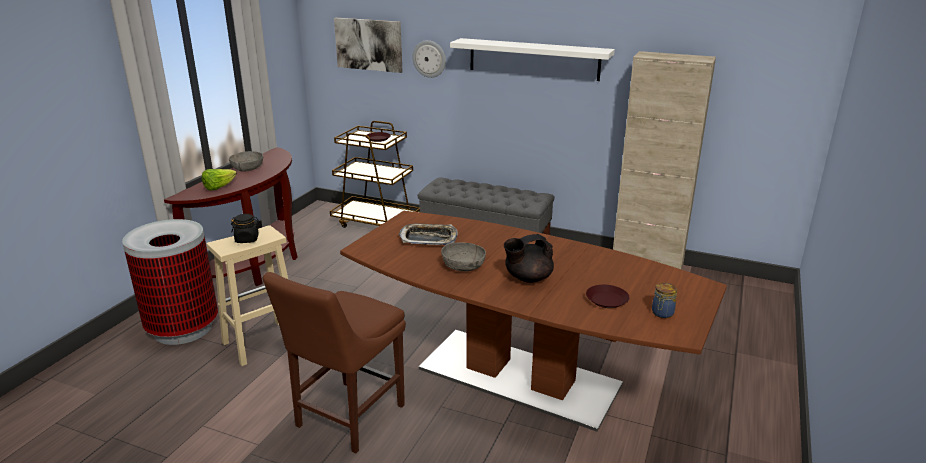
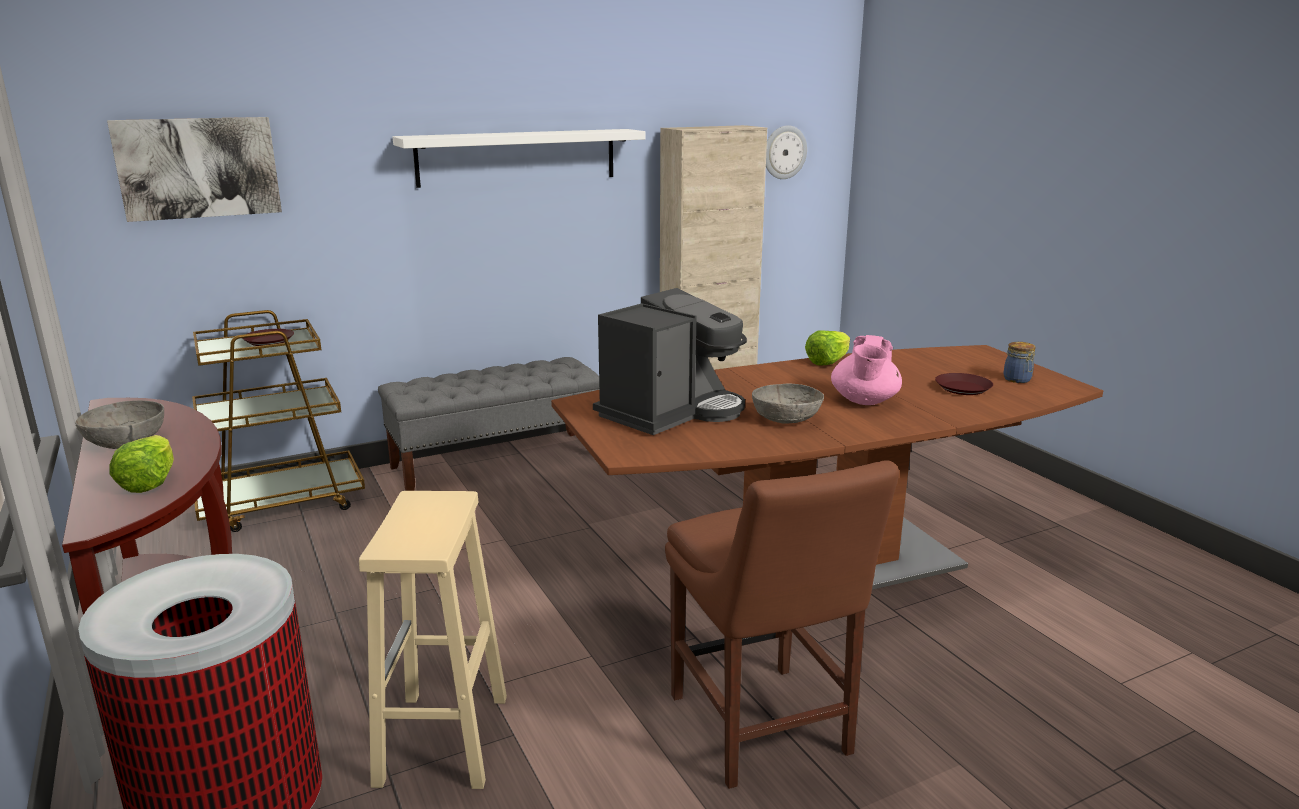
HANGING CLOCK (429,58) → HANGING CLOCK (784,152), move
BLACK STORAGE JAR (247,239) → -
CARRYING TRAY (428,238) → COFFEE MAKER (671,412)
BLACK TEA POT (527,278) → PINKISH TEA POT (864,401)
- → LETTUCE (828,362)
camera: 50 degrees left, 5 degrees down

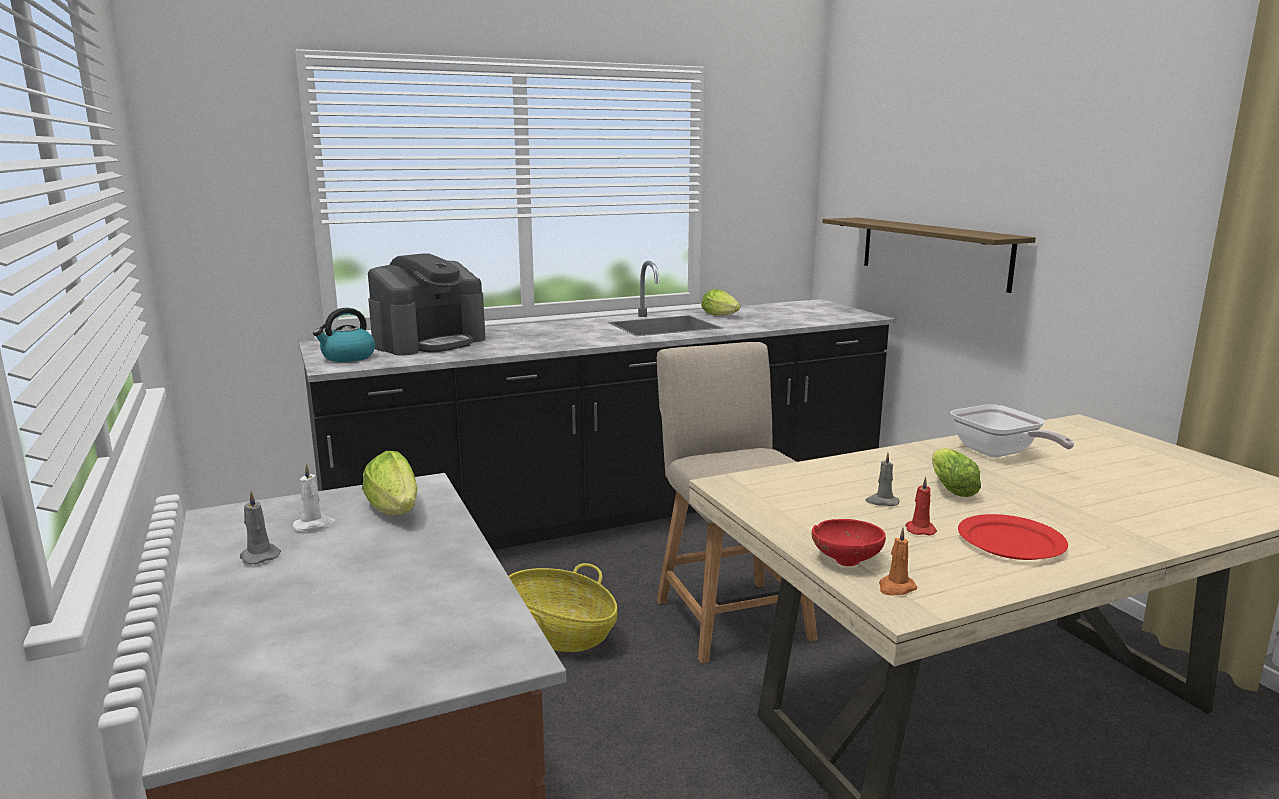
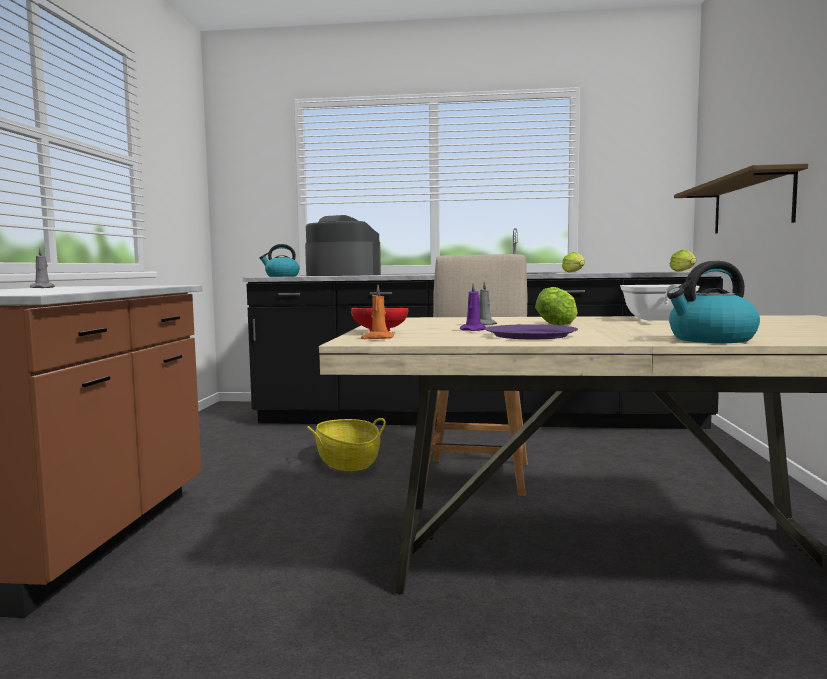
COFFEE MAKER (429,342) → COFFEE MAKER (342,275), 135 degrees counterclockwise
LETTUCE (395,510) → LETTUCE (684,271), move
WHITE WAX CANDLE (315,525) → -
REDDISH WAX CANDLE (919,529) → PURPLE WAX CANDLE (474,330)
REDDISH PLATE (1011,542) → PURPLE PLATE (530,335)
- → WATER KETTLE (711,339)
camera: 30 degrees right, 10 degrees down

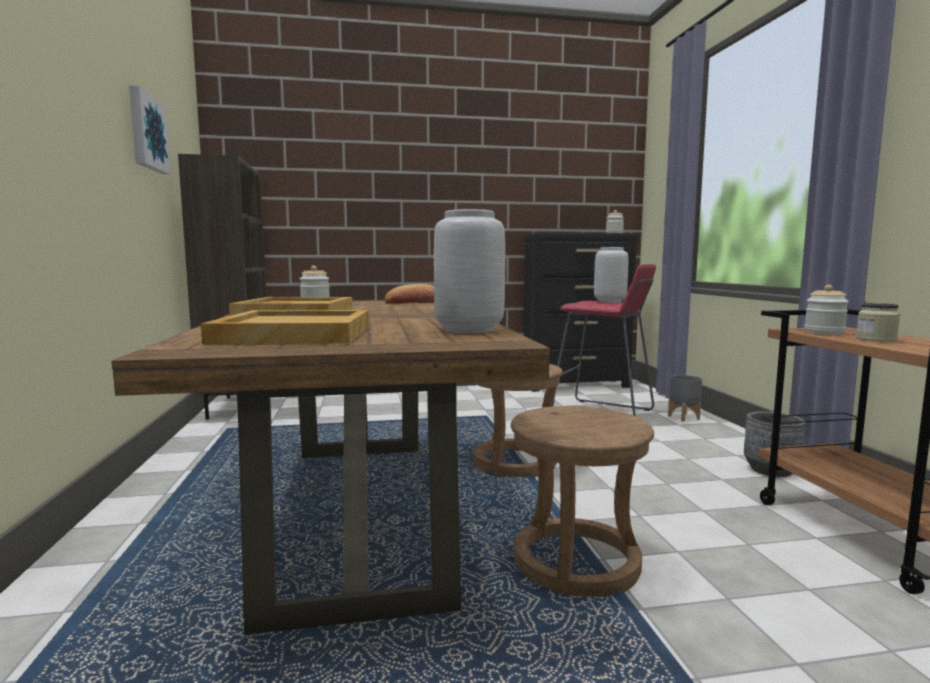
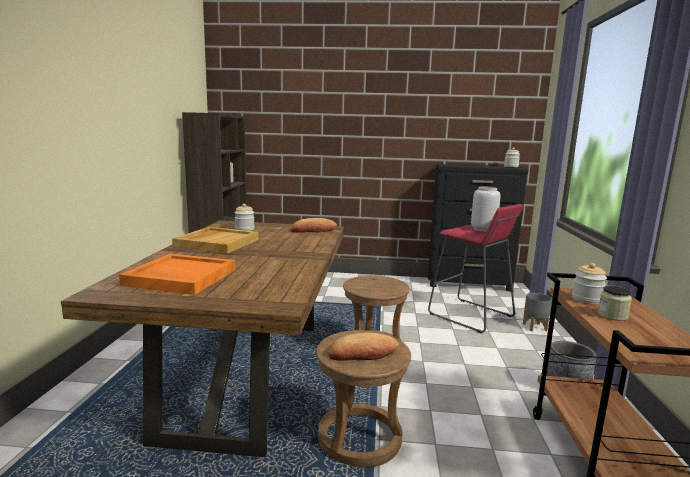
WALL PICTURE (146,132) → -
GRAY DECORATIVE VASE (468,330) → -
BEIGE CARRYING TRAY (293,334) → ORANGE-COLOURED CARRYING TRAY (180,277)
- → BAKED BREAD (362,353)
camera: 15 degrees right, 5 degrees up

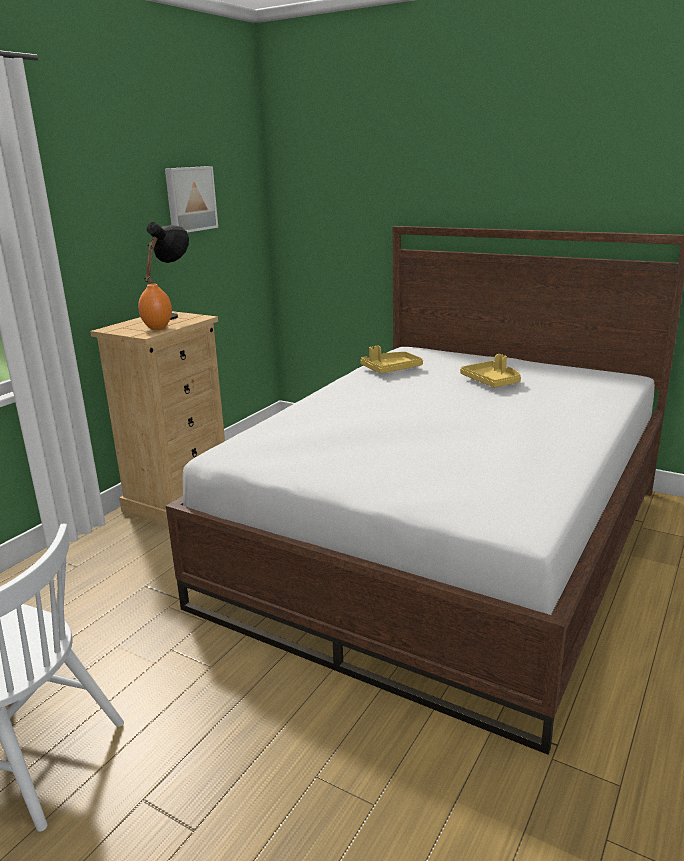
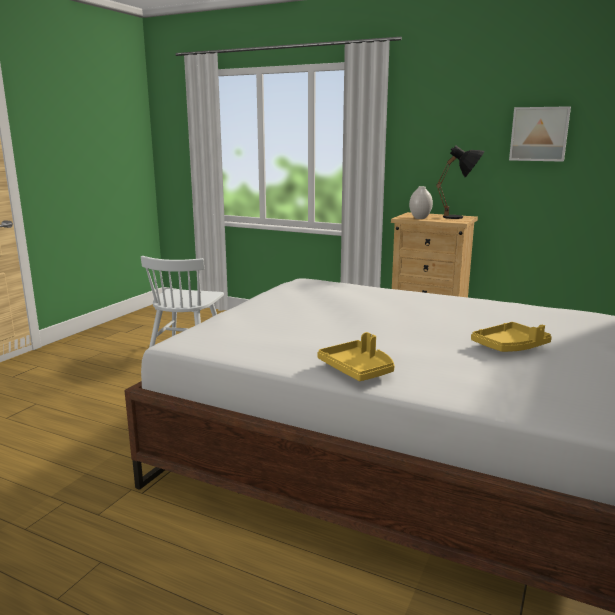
ORANGE-COLOURED DECORATIVE VASE (158,328) → WHITE DECORATIVE VASE (420,218)
YELLOW CARRYING TRAY (391,369) → YELLOW CARRYING TRAY (358,370), move
camera: 85 degrees right, 5 degrees down

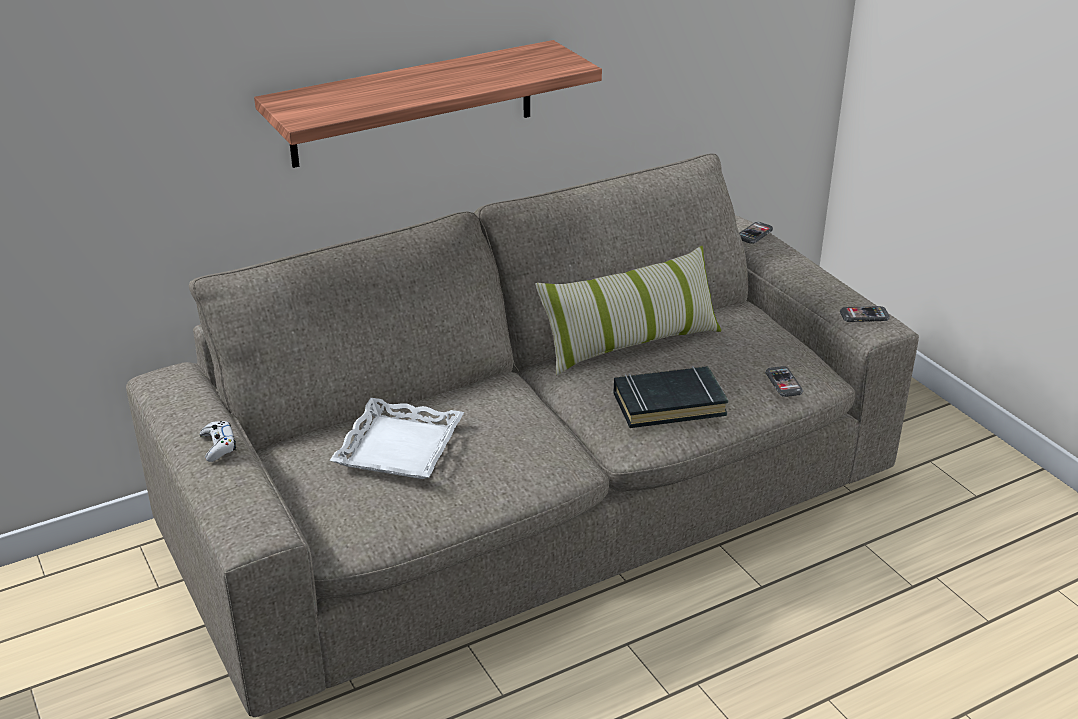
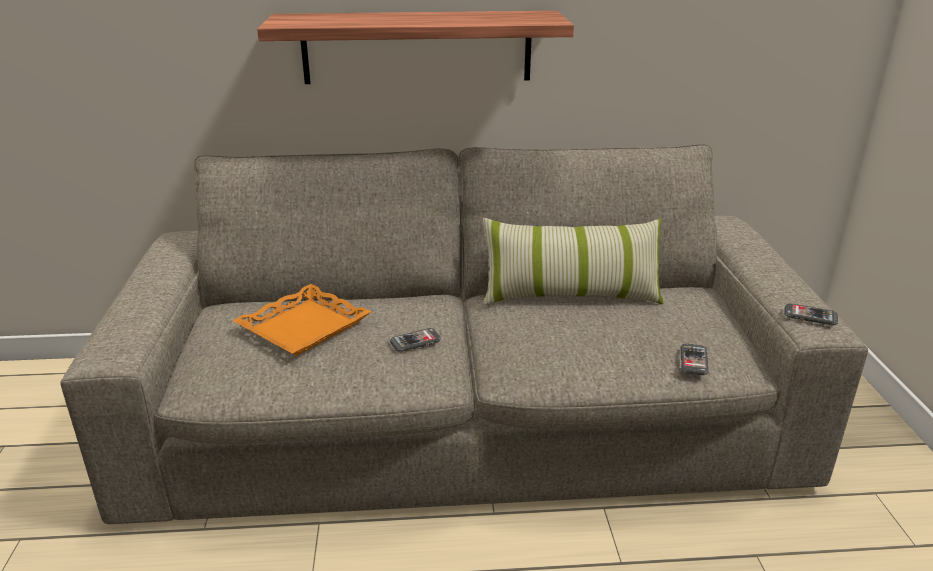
HANDSET (754,234) → HANDSET (415,341), move
BLACK VOLUME (668,403) → -
WHITE CARRYING TRAY (398,447) → ORANGE-COLOURED CARRYING TRAY (303,327)
WHITE GAMEPAD (218,446) → -
camera: 25 degrees right, 5 degrees down

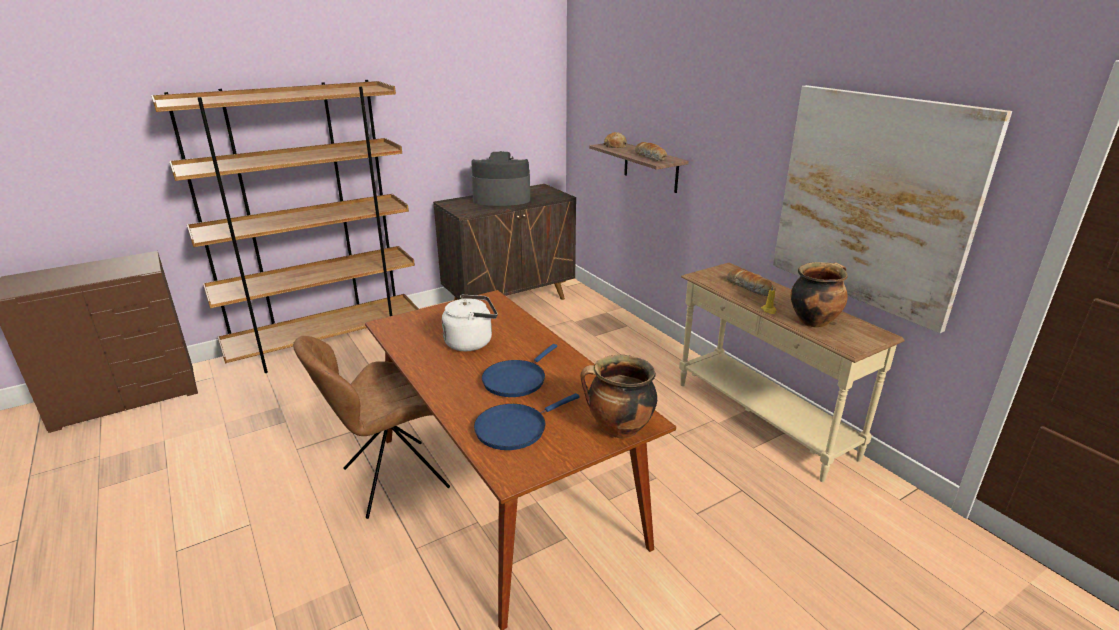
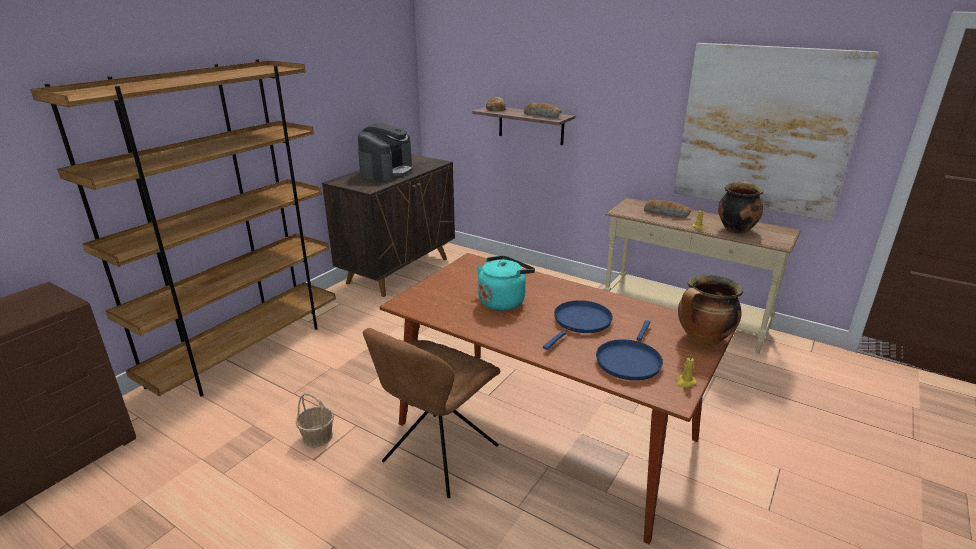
COFFEE MAKER (501,198) → COFFEE MAKER (387,171), 135 degrees clockwise
WHITE WATER KETTLE (471,342) → BLUE-GREEN WATER KETTLE (503,301)
BLUE PAN (516,380) → BLUE PAN (580,322), 150 degrees counterclockwise
- → YELLOW WAX CANDLE (685,382)
- → HOUSEHOLD BASKET (317,436)
camera: 25 degrees left, 0 degrees up

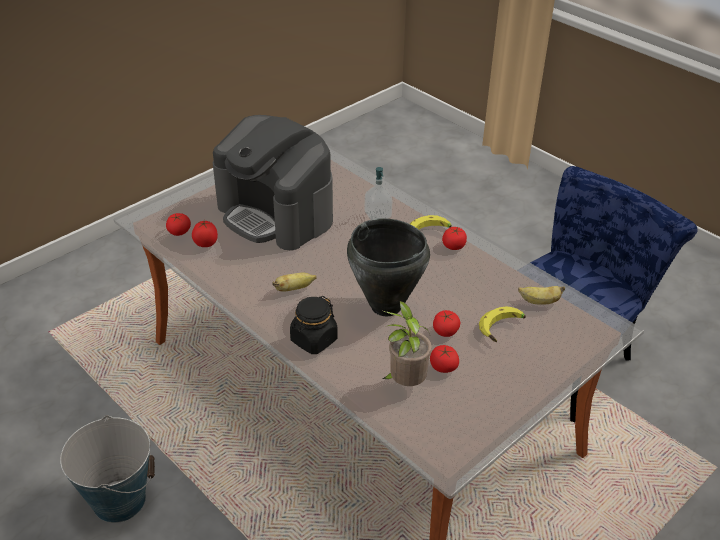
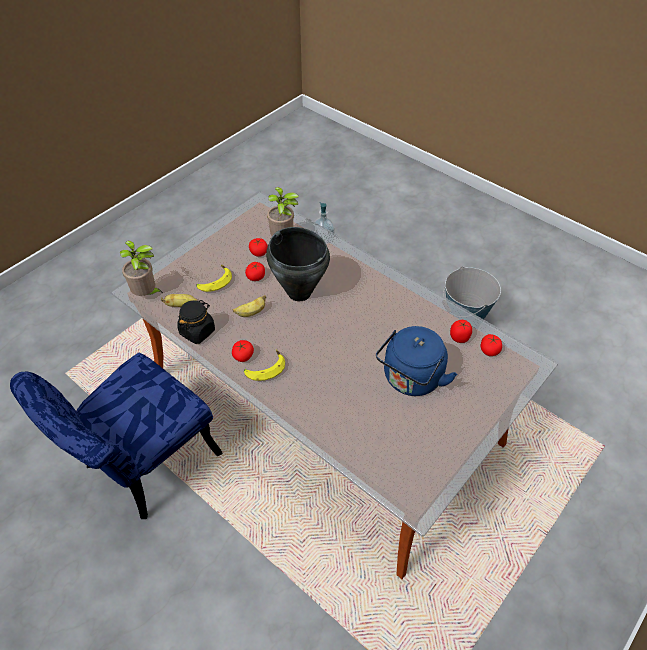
COFFEE MAKER (276,214) → BLUE WATER KETTLE (411,380)
SOAP BOTTLE (378,215) → SOAP BOTTLE (323,239), move
BANANA (294,289) → BANANA (251,313), move
BLACK STORAGE JAR (313,340) → BLACK STORAGE JAR (197,331), move
- → PLANT IN A POT (147,294)
camera: 175 degrees right, 10 degrees up

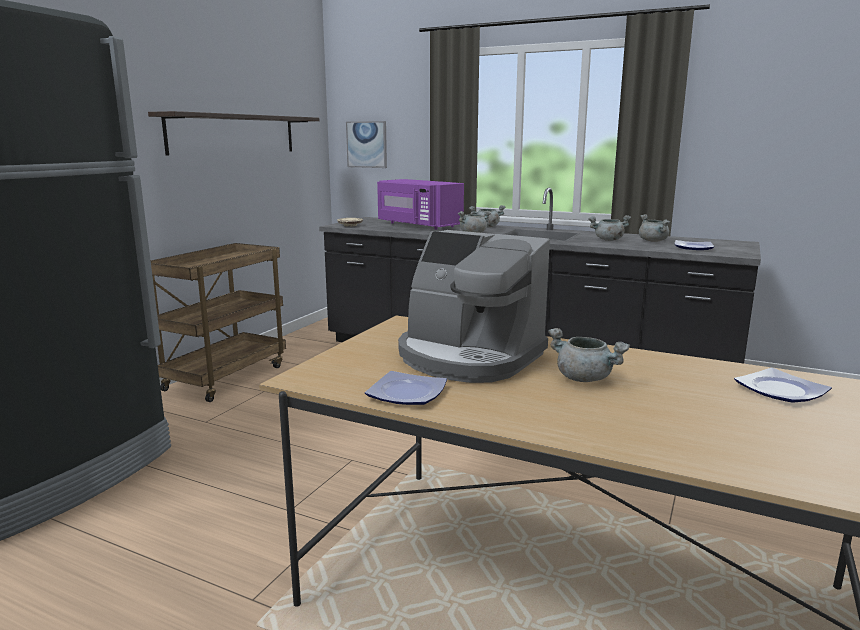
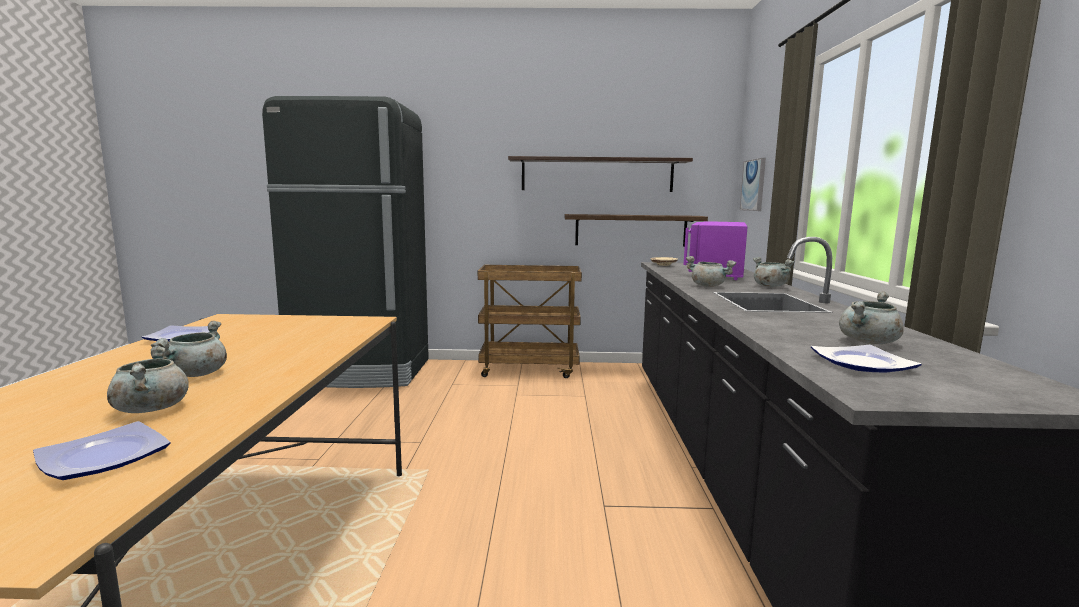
GRAY STOCKPOT (608,240) → GRAY STOCKPOT (150,408), move
COFFEE MAKER (468,357) → -
- → BRACKET SHELF (630,230)
camera: 65 degrees right, 5 degrees down

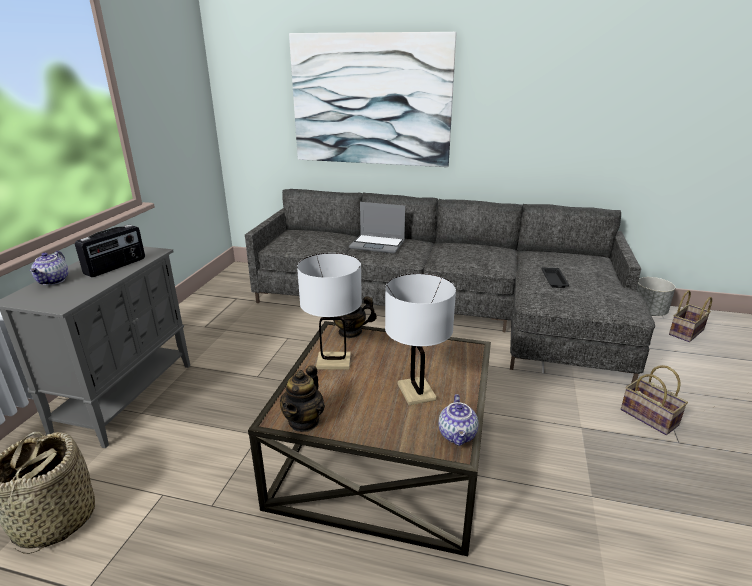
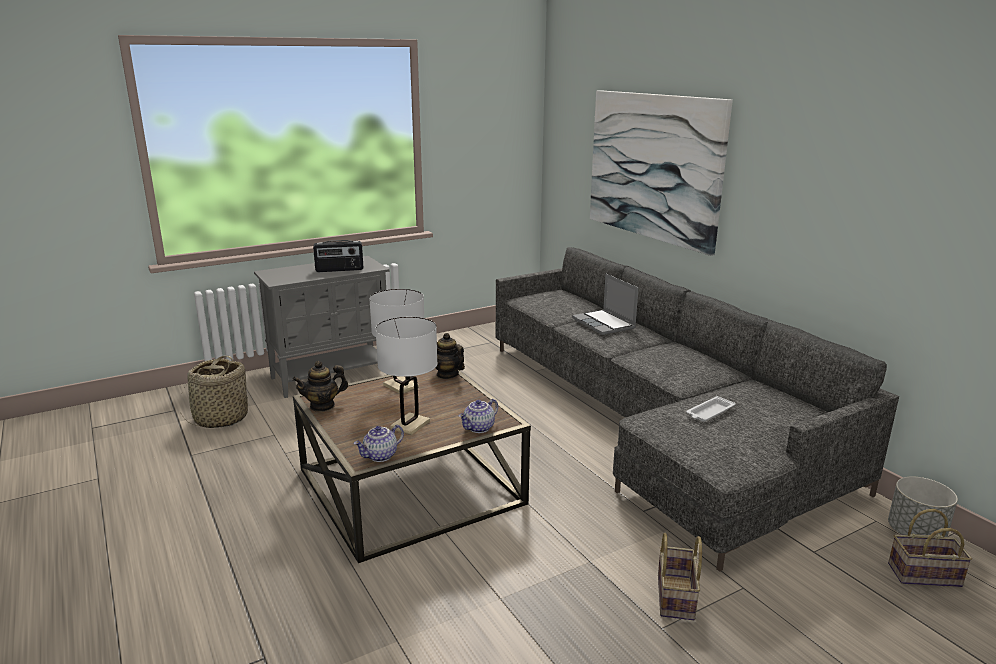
TEA POT (54,281) → TEA POT (479,428), move
BLACK CARRYING TRAY (554,280) → WHITE CARRYING TRAY (709,412)
camera: 45 degrees right, 5 degrees down

